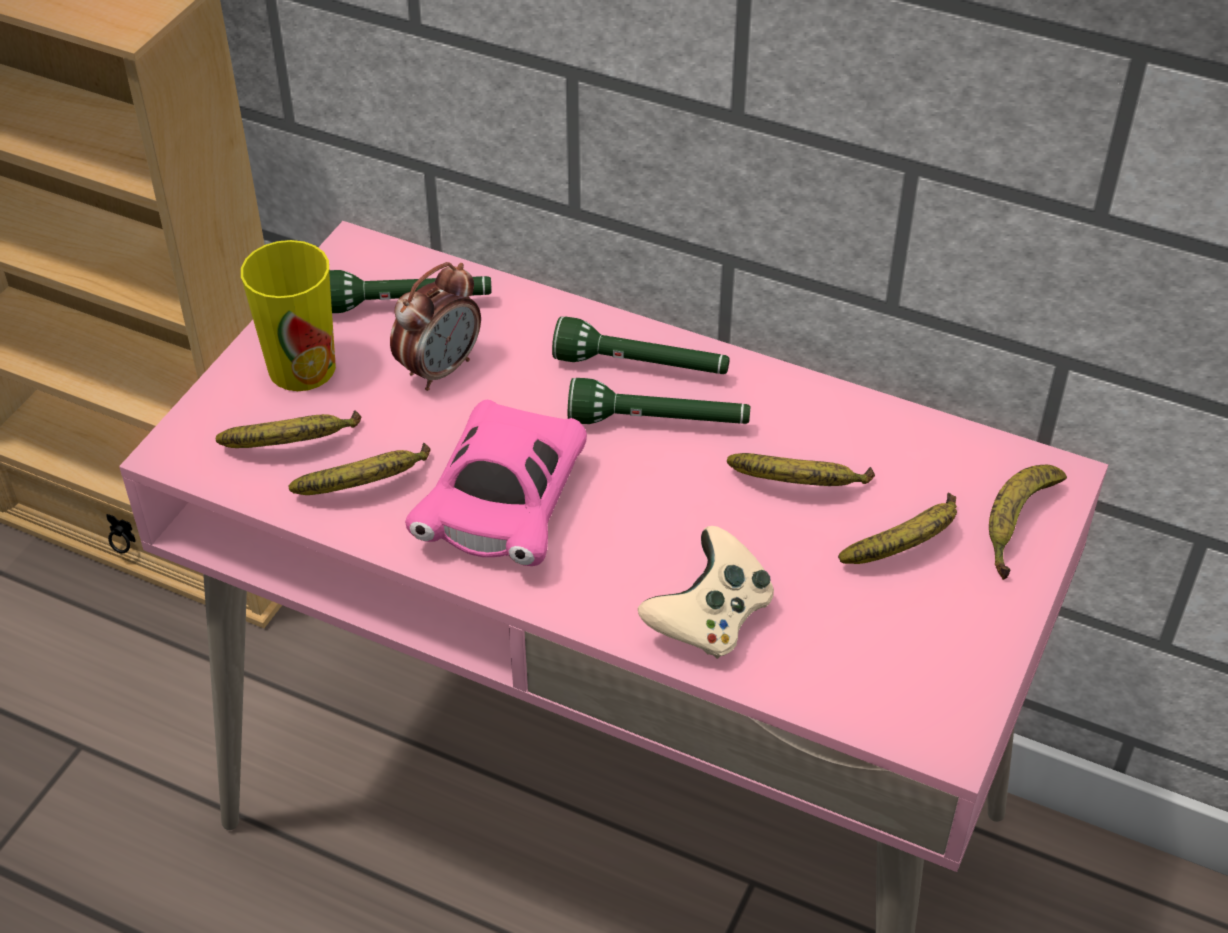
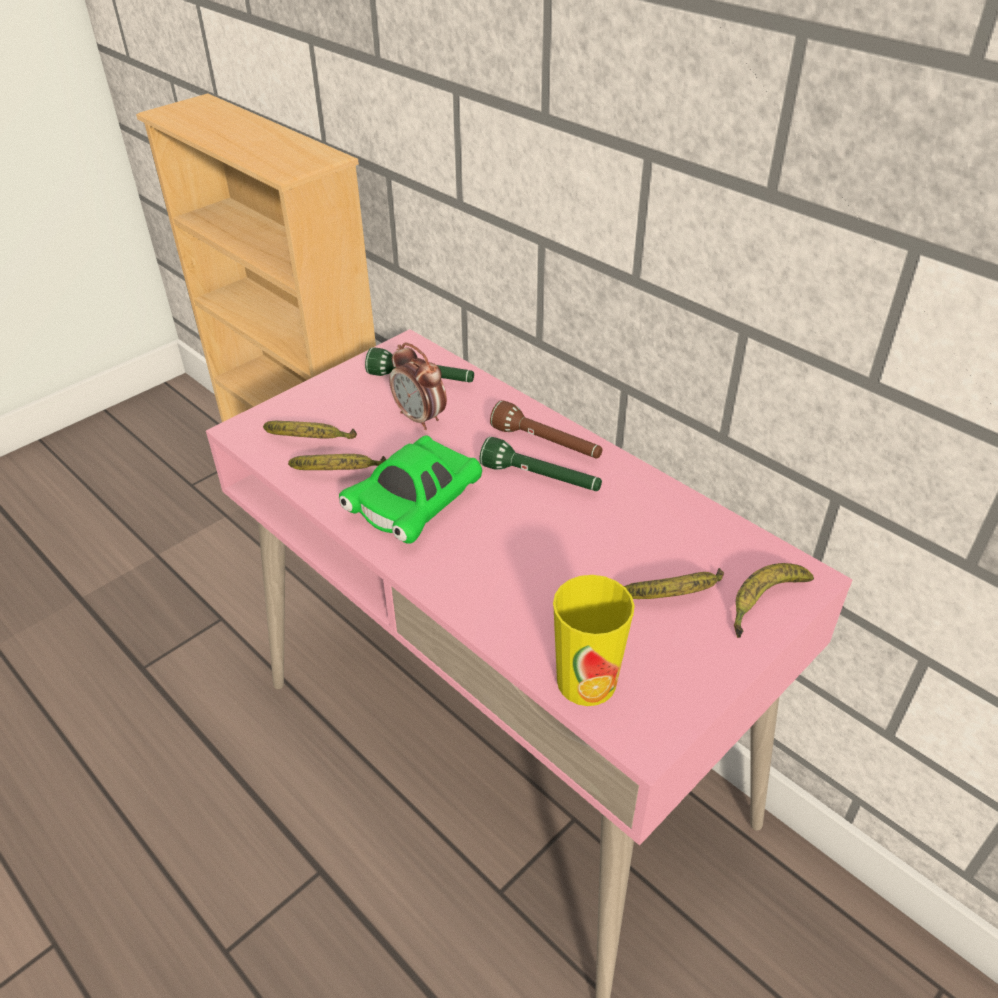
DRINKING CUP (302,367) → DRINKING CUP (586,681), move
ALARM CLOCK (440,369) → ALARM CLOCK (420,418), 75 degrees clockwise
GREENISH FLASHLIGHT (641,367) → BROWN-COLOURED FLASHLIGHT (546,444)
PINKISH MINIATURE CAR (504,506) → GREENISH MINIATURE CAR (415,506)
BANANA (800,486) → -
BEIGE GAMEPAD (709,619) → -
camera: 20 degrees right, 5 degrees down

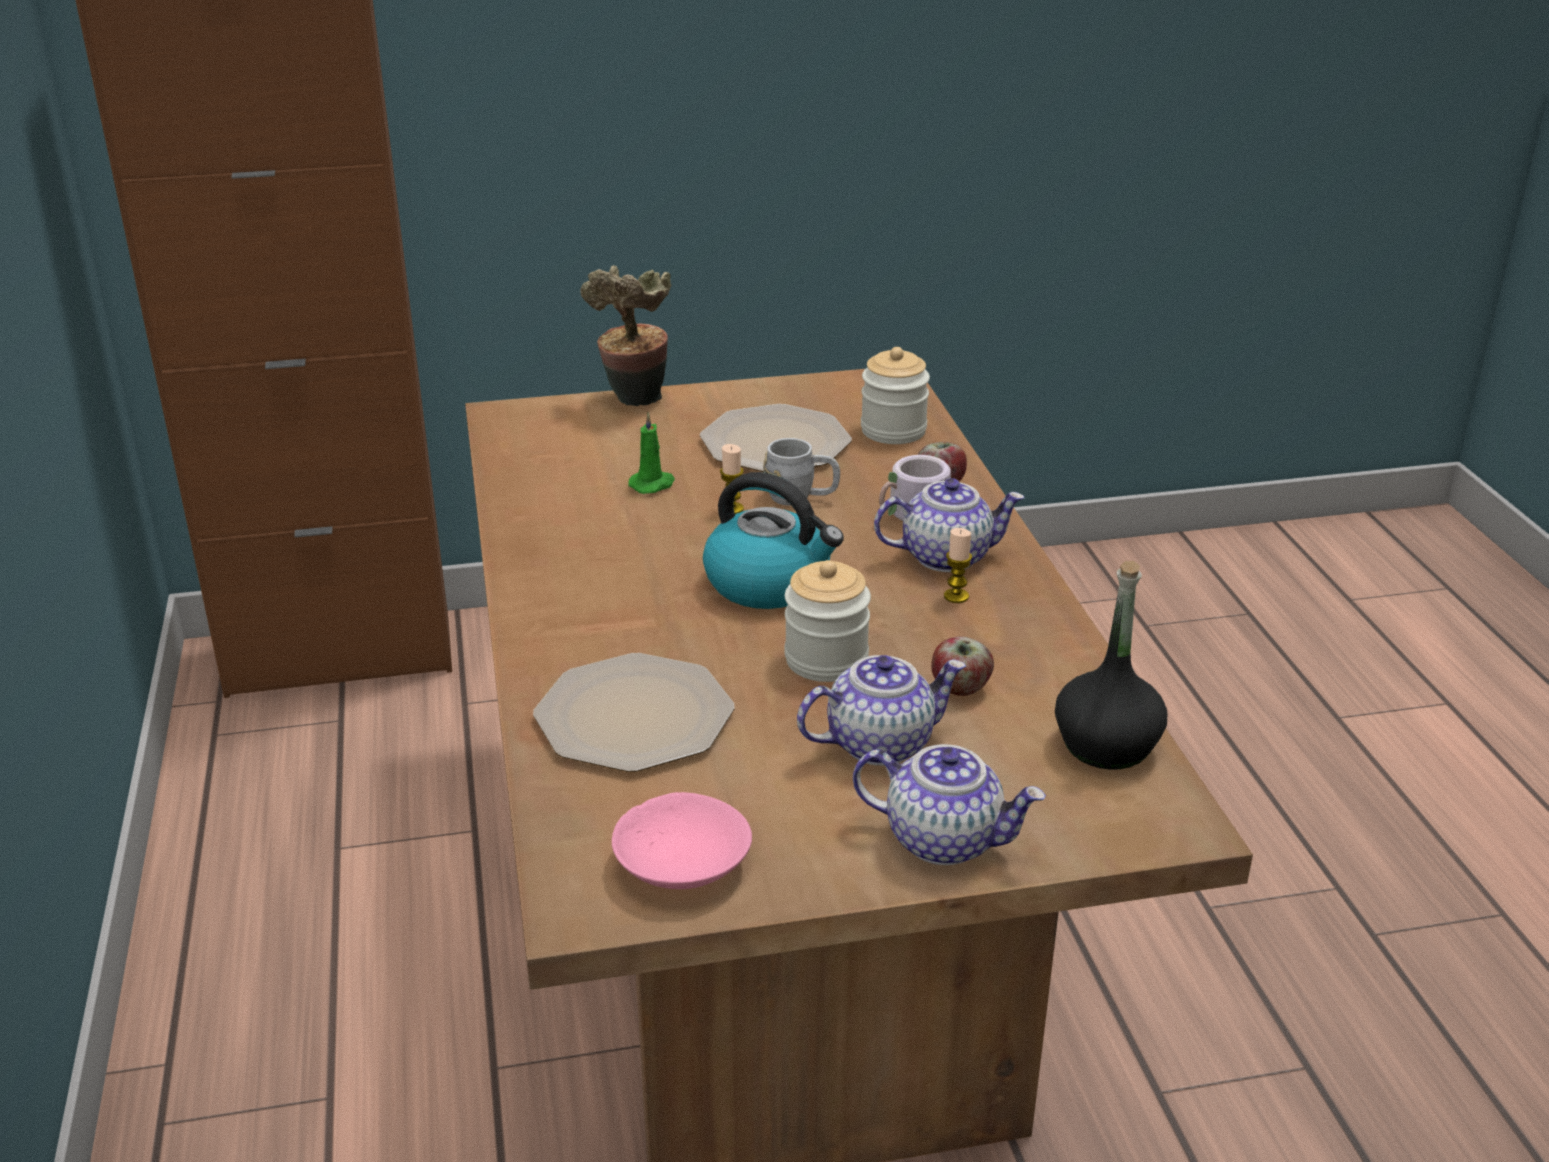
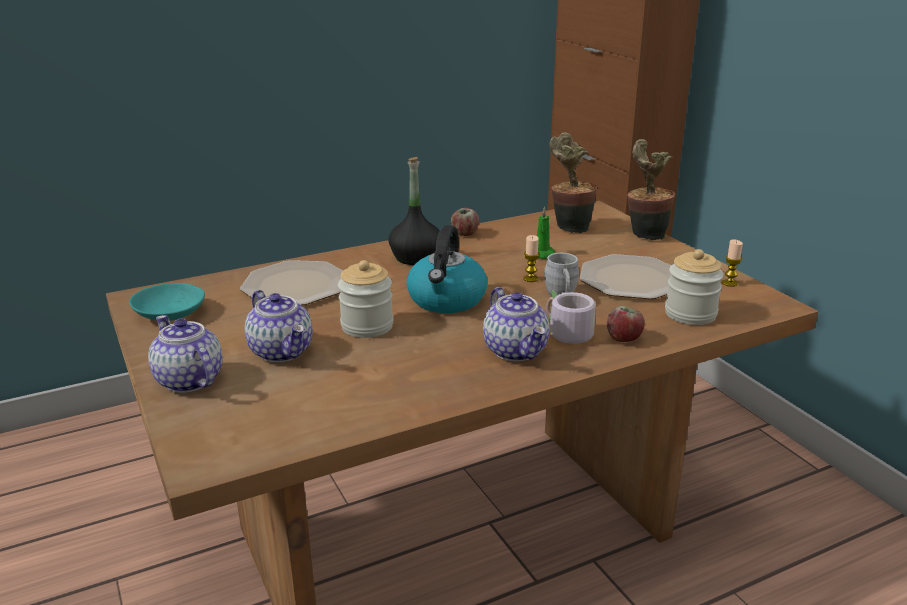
WAX CANDLE (956,596) → WAX CANDLE (729,283), move
BLACK DRINK BOTTLE (1107,746) → BLACK DRINK BOTTLE (415,257), move
APPLE FRUIT (960,689) → APPLE FRUIT (464,234), move
TEA POT (945,839) → TEA POT (188,380), 135 degrees clockwise
PINKISH DEEP DISH (682,862) → BLUE-GREEN DEEP DISH (171,314)
- → PLANT IN A POT (569,228)
camera: 75 degrees right, 5 degrees down

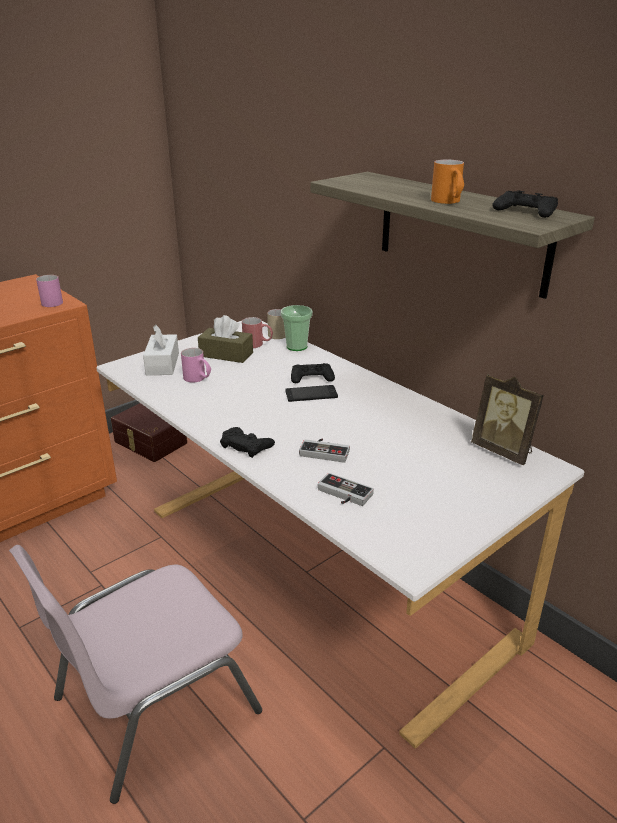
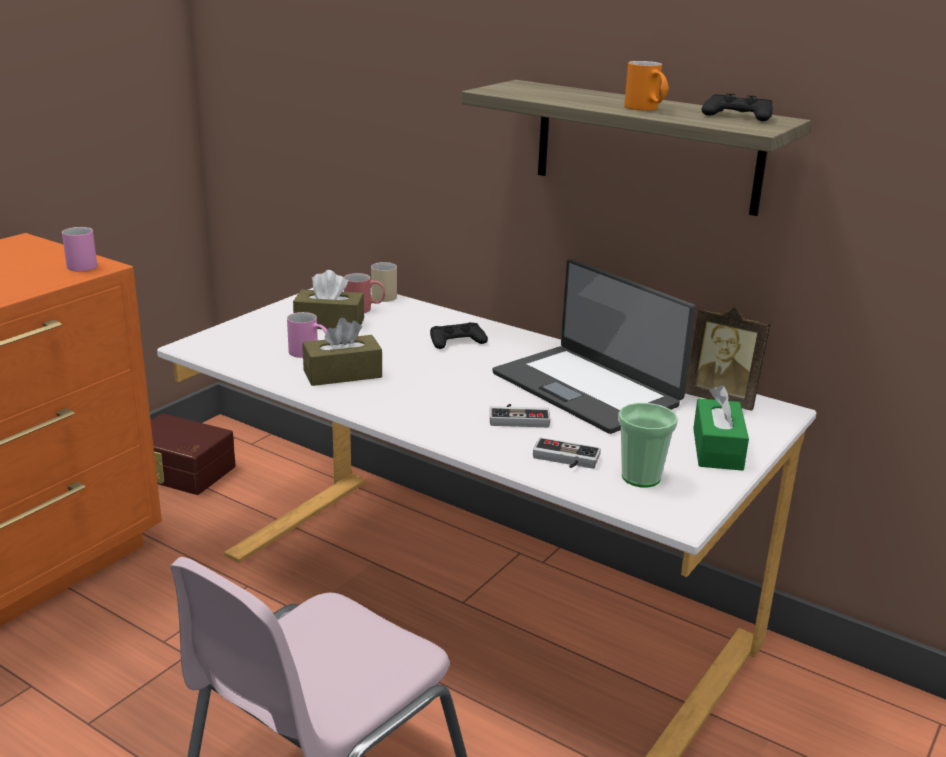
DRINKING CUP (297,346) → DRINKING CUP (641,477), move
WHITE BOX OF TISSUES (162,364) → -
HANDSET (311,394) → -
BLACK GAMEPAD (246,446) → -
- → NOTEBOOK COMPUTER (587,388)
- → BROWN-COLOURED BOX OF TISSUES (342,374)
- → GREENISH BOX OF TISSUES (717,449)
camera: 15 degrees left, 5 degrees down

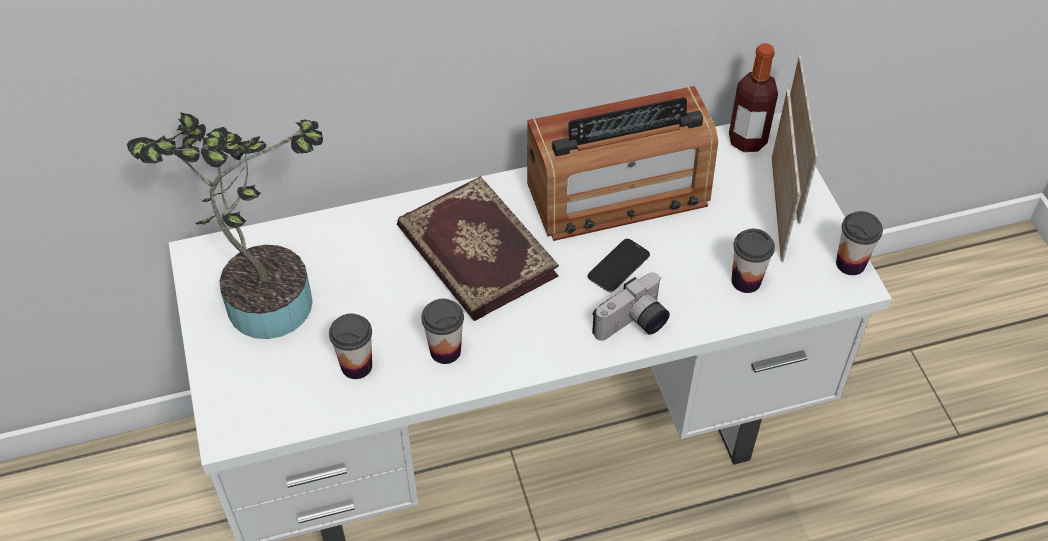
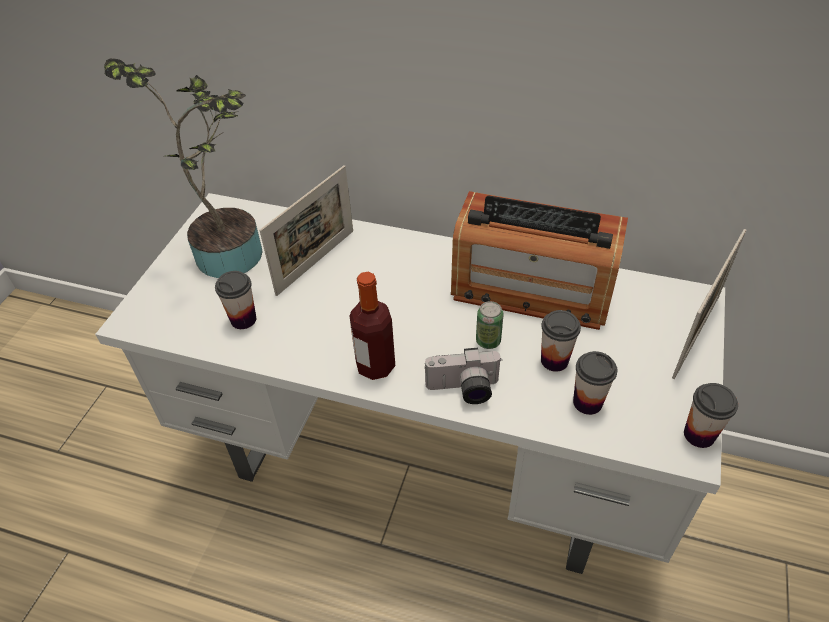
DRINK BOTTLE (747,140) → DRINK BOTTLE (375,366), move
PICTURE FRAME (777,208) → PICTURE FRAME (316,262), move
VOLUME (474,253) → -
HANDSET (618,266) → SEALED CAN (488,341)
DRINKING CUP (445,351) → DRINKING CUP (554,360), move
camera: 35 degrees right, 5 degrees down

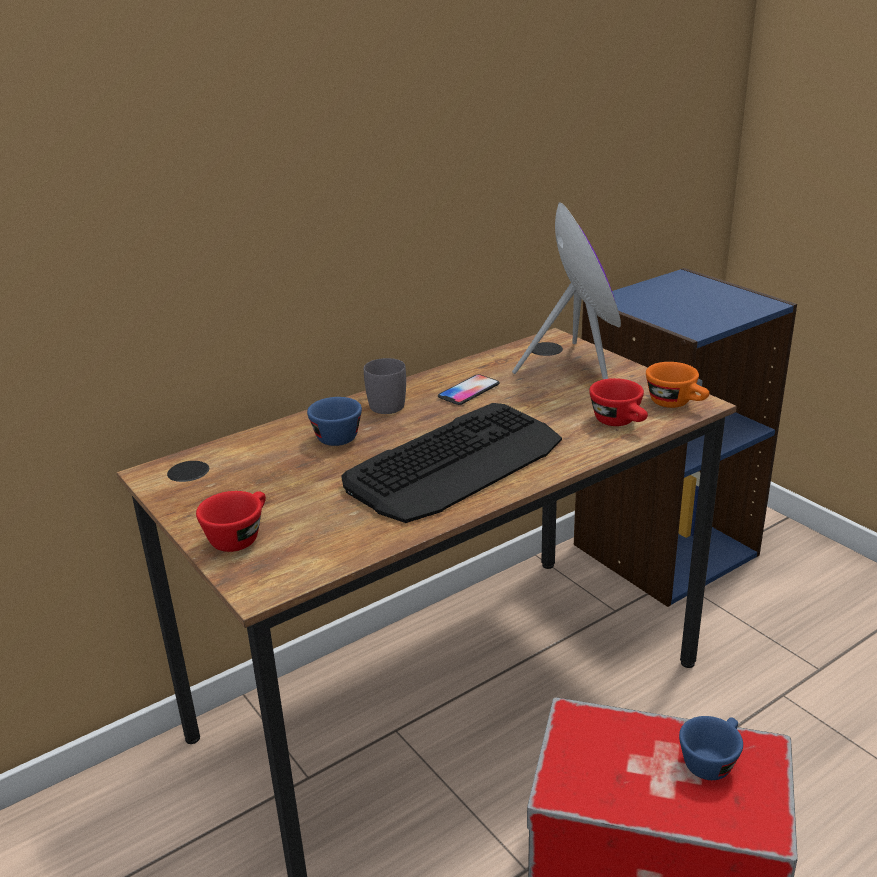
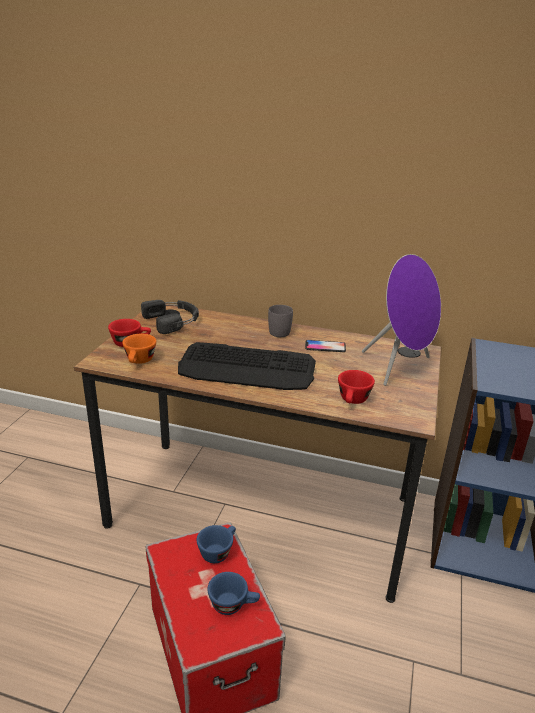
ORANGE-COLOURED DRINKING CUP (676,403) → ORANGE-COLOURED DRINKING CUP (139,361), move
BLUE DRINKING CUP (335,435) → BLUE DRINKING CUP (218,551), move
- → BLACK HEADSET (173,320)
camera: 50 degrees right, 0 degrees up

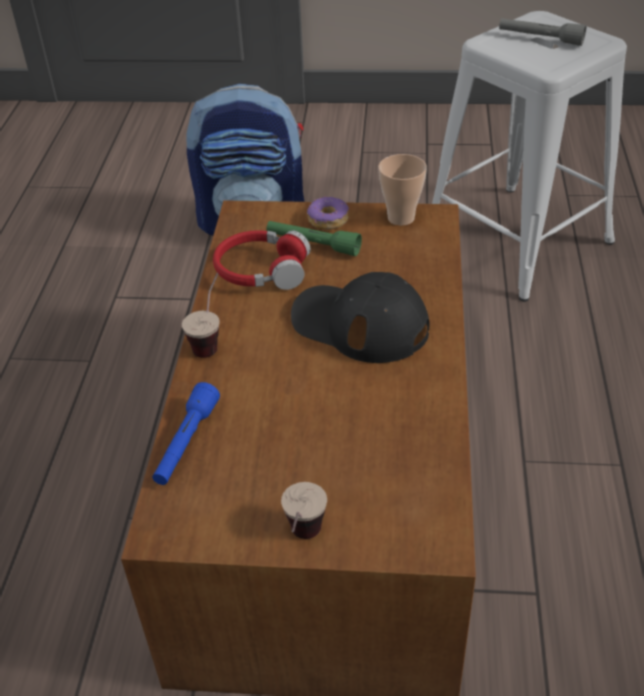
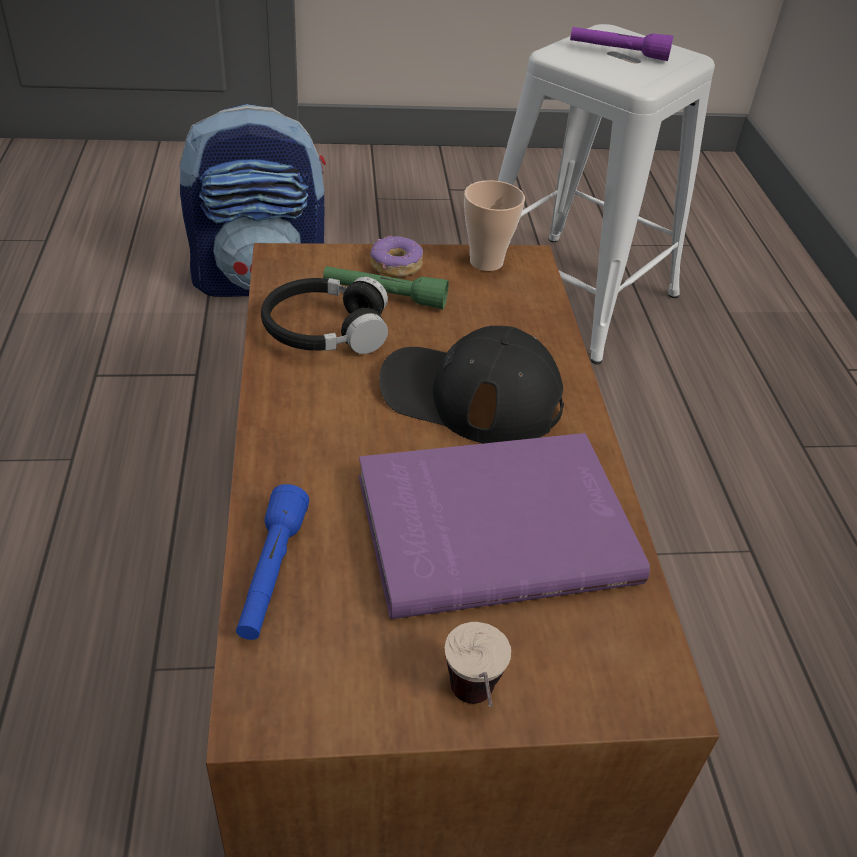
GRAY FLASHLIGHT (540,39) → PURPLE FLASHLIGHT (618,52)
REDDISH HEADSET (261,271) → BLACK HEADSET (325,331)
DRINKING CUP (211,340) → -
- → PURPLE VOLUME (493,525)
camera: 15 degrees left, 0 degrees up

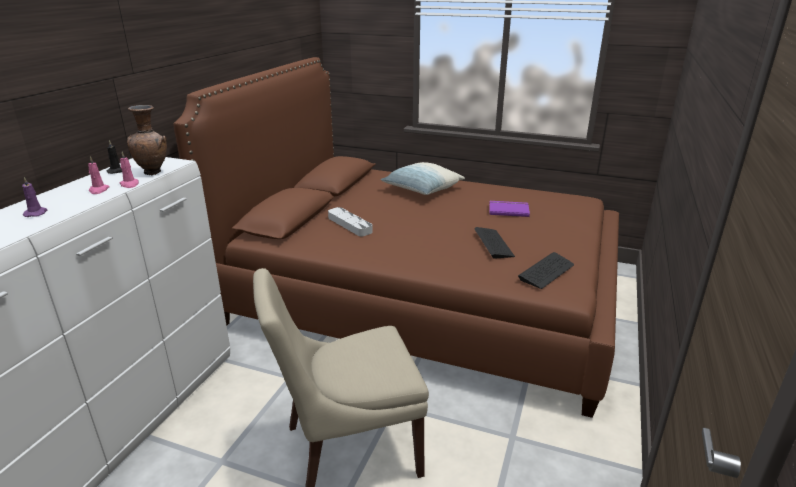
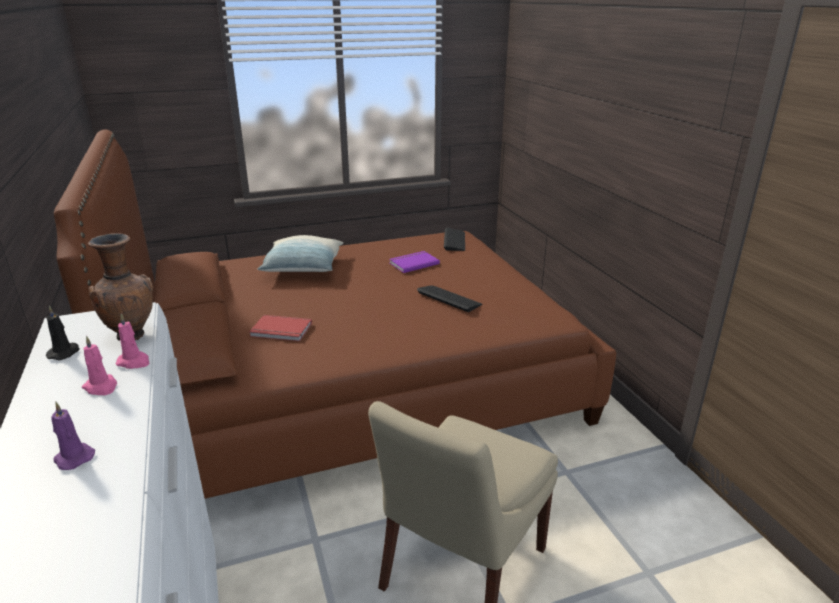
GRAY CARRYING TRAY (349,224) → REDDISH VOLUME (281,331)
KEYBOARD (546,271) → KEYBOARD (454,241), move
camera: 40 degrees left, 0 degrees up

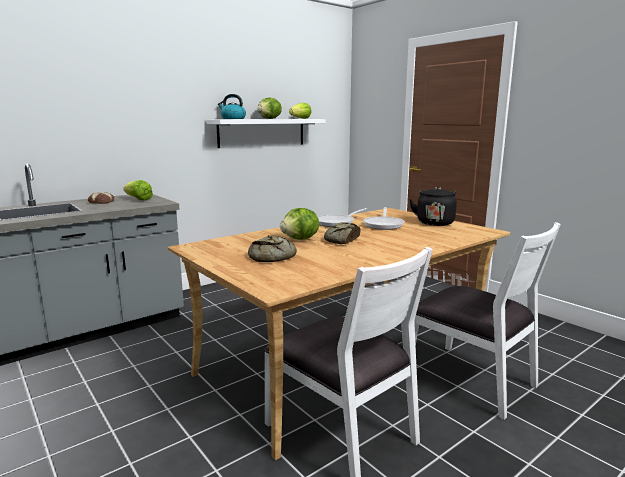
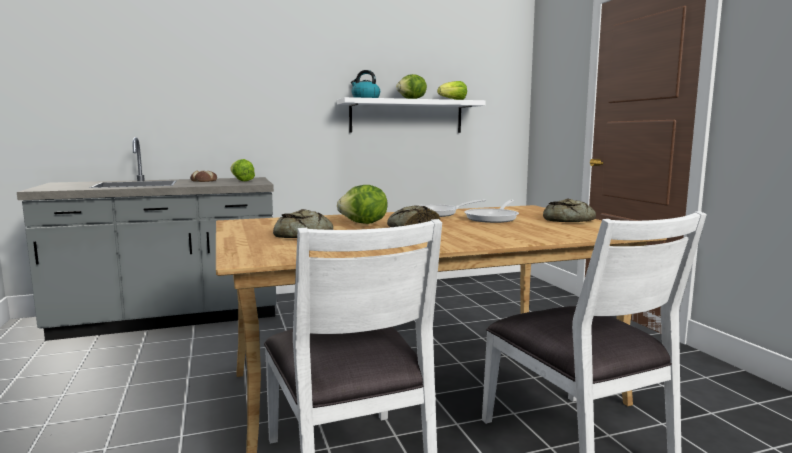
BLACK WATER KETTLE (434,222) → BAKED BREAD (568,220)
camera: 20 degrees right, 5 degrees down

